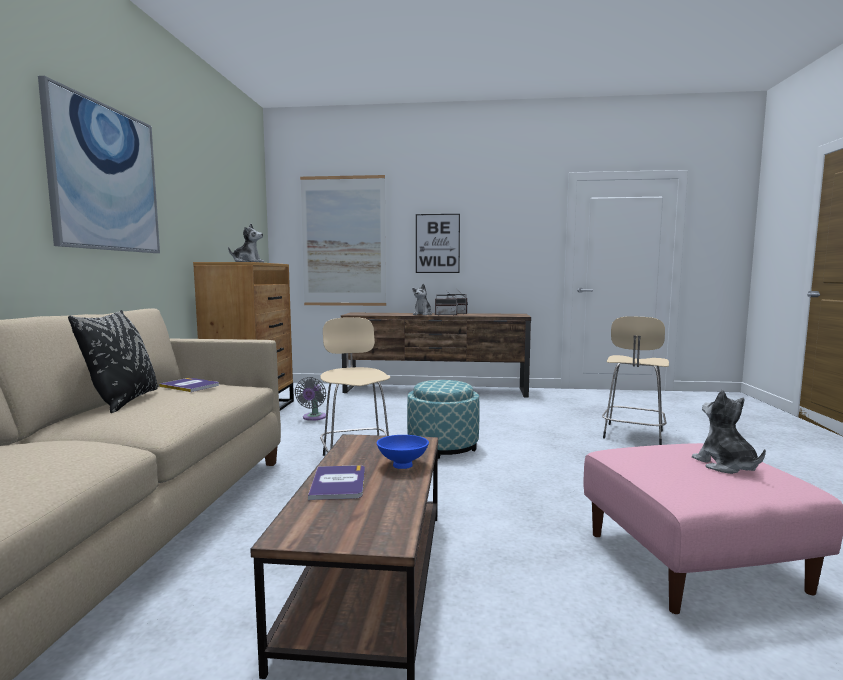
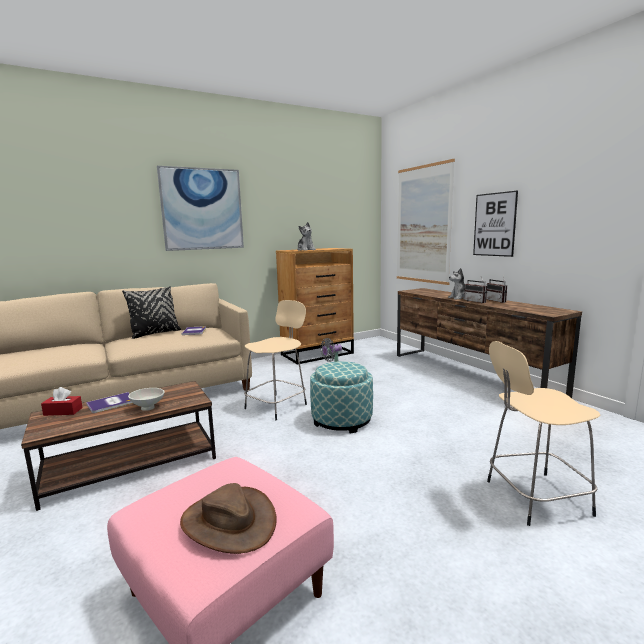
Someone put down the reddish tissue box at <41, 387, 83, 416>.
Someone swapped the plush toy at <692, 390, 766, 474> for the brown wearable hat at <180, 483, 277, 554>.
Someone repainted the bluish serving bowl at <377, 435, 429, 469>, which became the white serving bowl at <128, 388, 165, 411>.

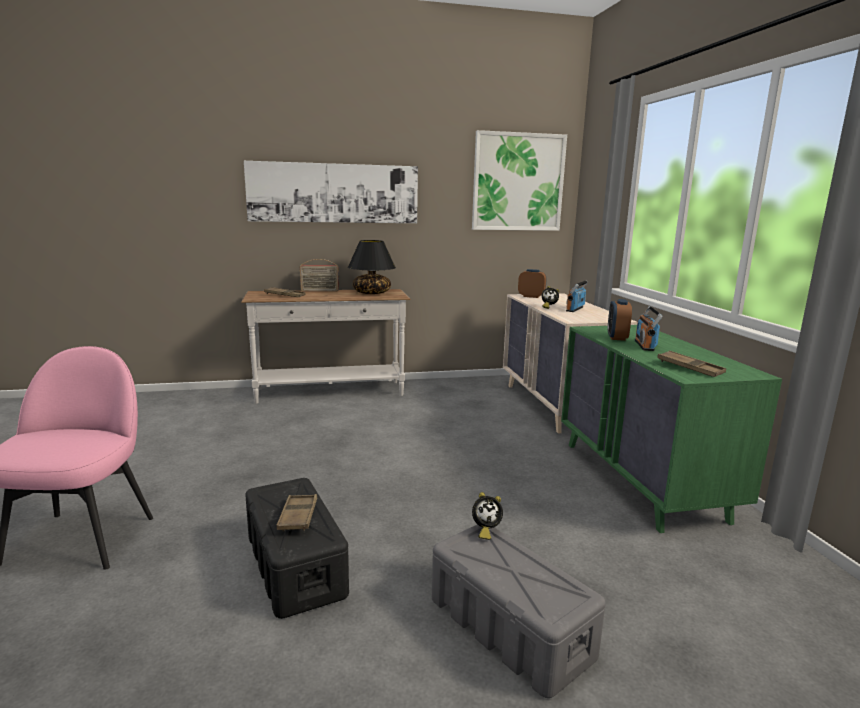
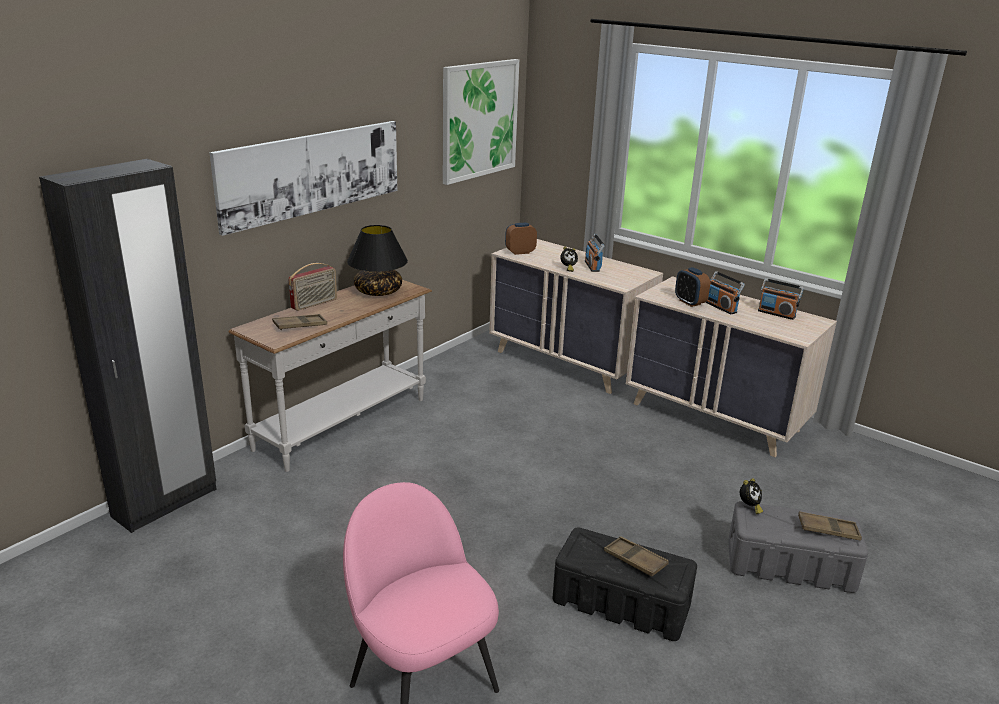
Someone put down the blackish wardrobe at <39, 159, 217, 533>.
Someone put down the radio set at <758, 278, 804, 320>.
Someone carried the brown serving tray from <657, 350, 726, 377> to <798, 511, 862, 541>.
Someone repainted the greenish drawer chest at <561, 325, 782, 533>, which became the beige-coloured drawer chest at <626, 276, 837, 457>.

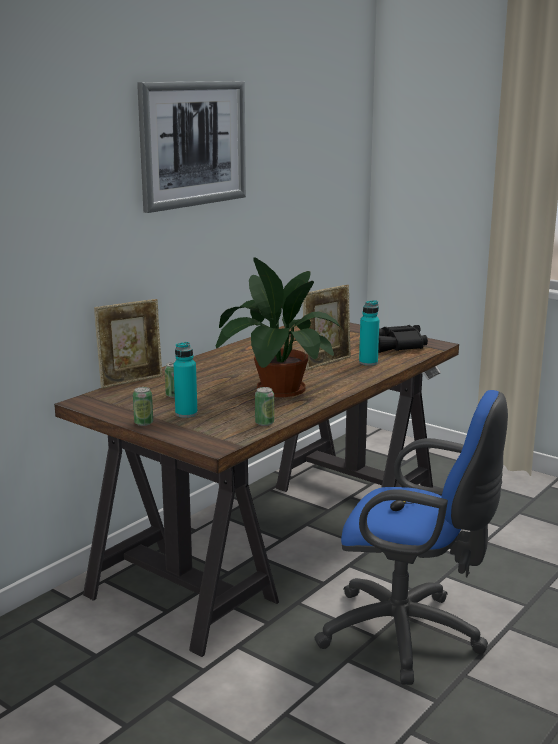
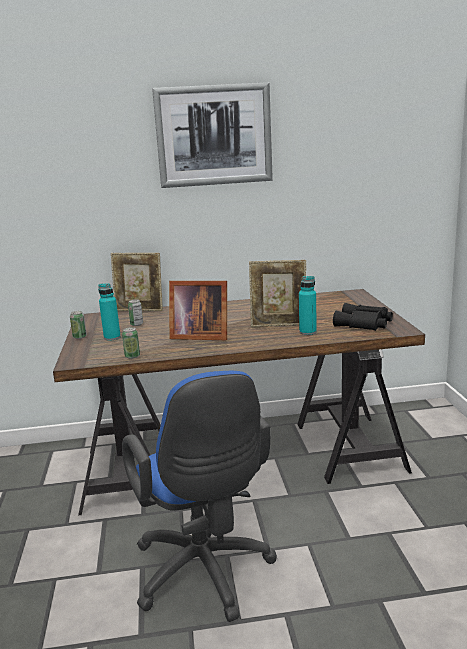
Someone swapped the potted plant at <216, 257, 345, 397> for the photo frame at <169, 281, 227, 340>.

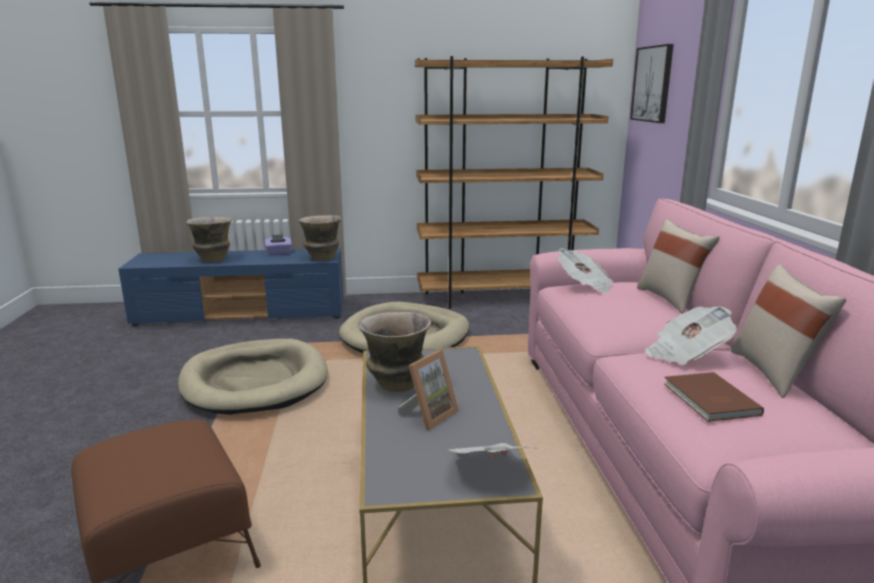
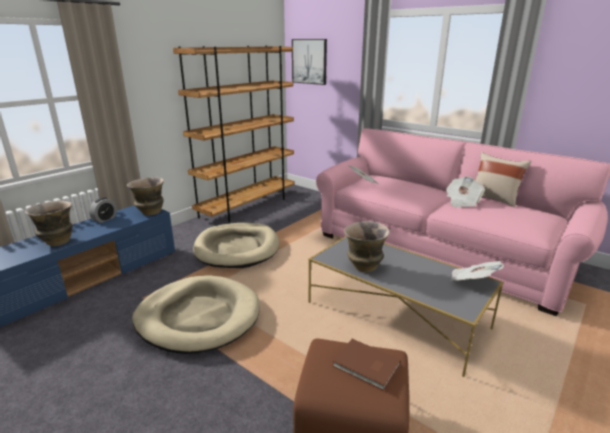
Someone took away the photo frame at <398, 350, 459, 430>.
Someone took away the beige-coloured cushion at <637, 219, 720, 314>.
Someone carried the brown bound book from <664, 372, 764, 422> to <333, 339, 401, 391>.
Someone swapped the purple tissue box at <265, 234, 292, 255> for the bedside clock at <89, 197, 117, 223>.

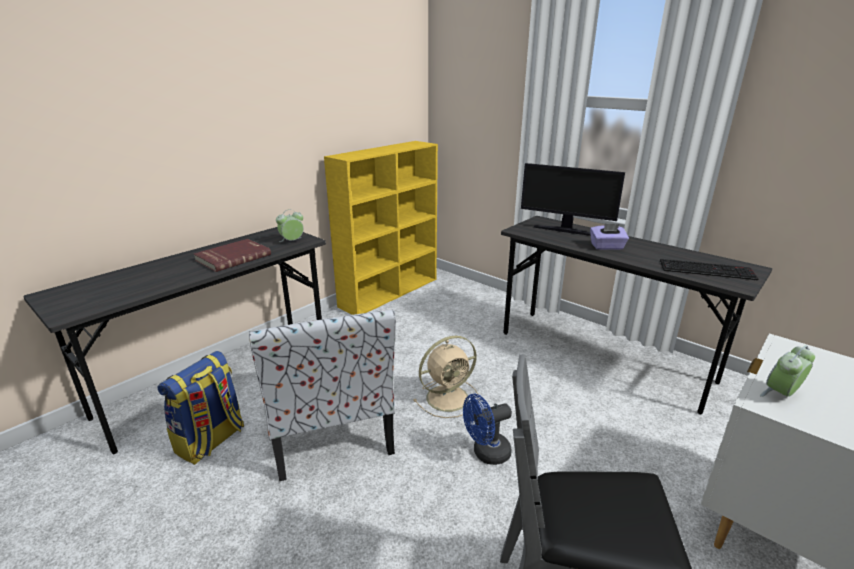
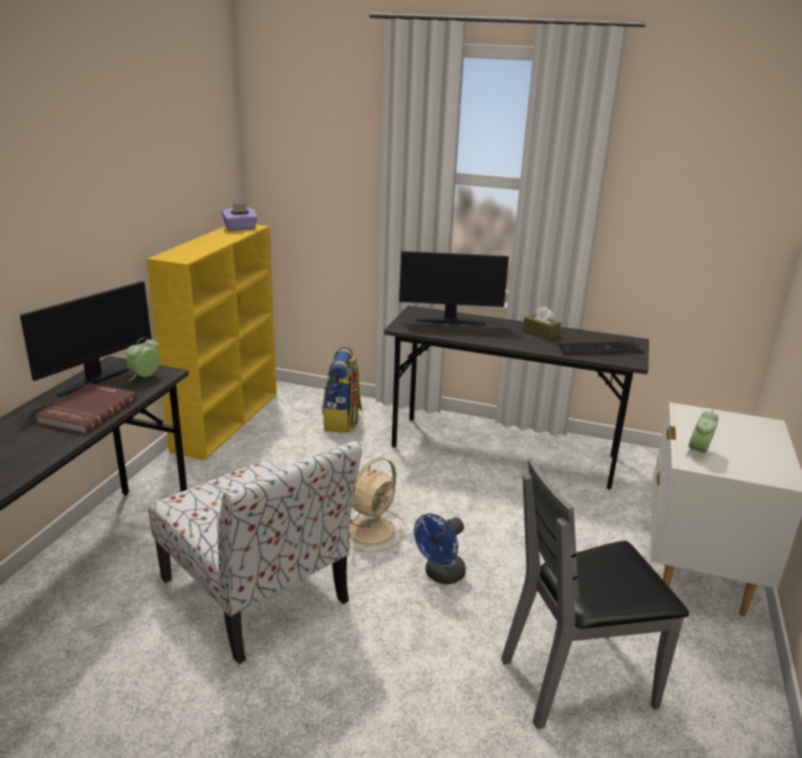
Someone put down the monitor at <20, 281, 152, 397>.
Someone put down the brown tissue box at <523, 306, 561, 340>.
Someone carried the rucksack from <158, 351, 244, 465> to <322, 347, 362, 433>.
Someone carried the purple tissue box from <590, 224, 629, 250> to <222, 204, 258, 231>.

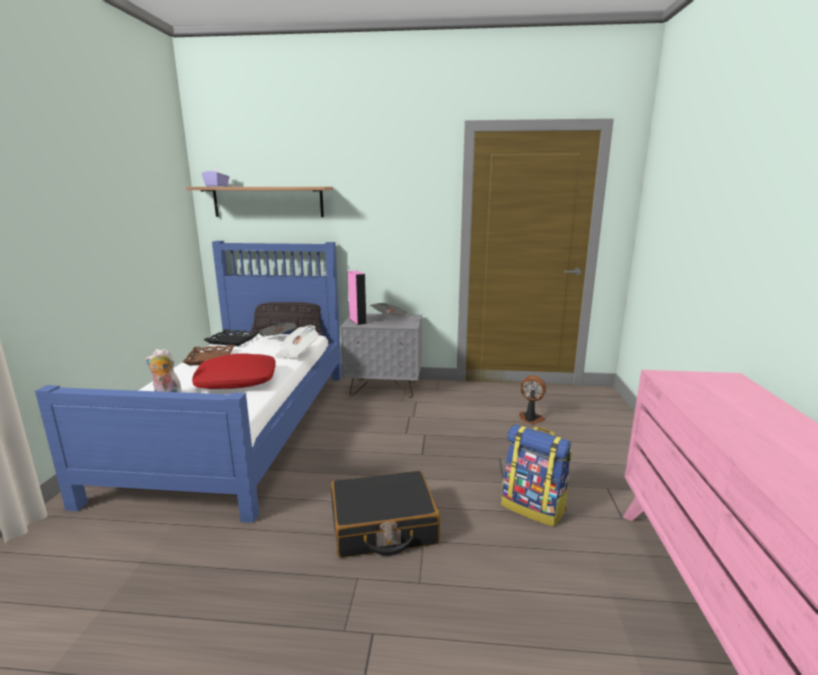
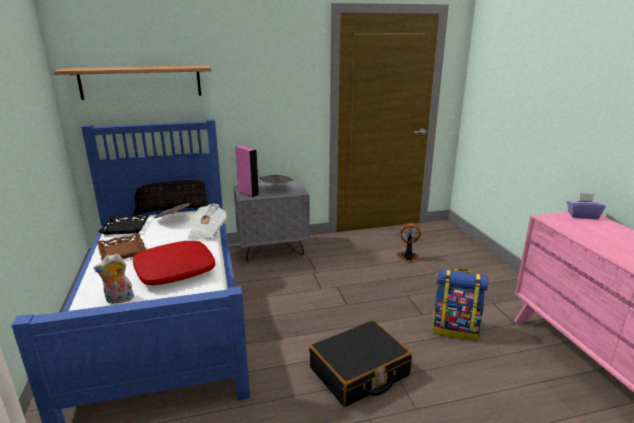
Someone carried the purple tissue box from <202, 167, 229, 187> to <567, 193, 606, 219>.

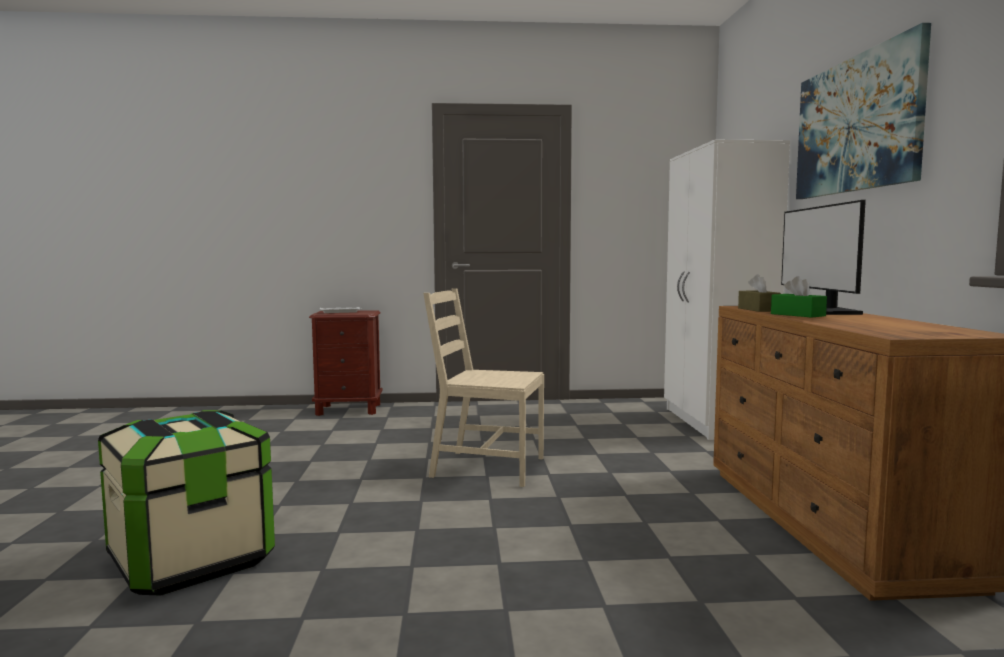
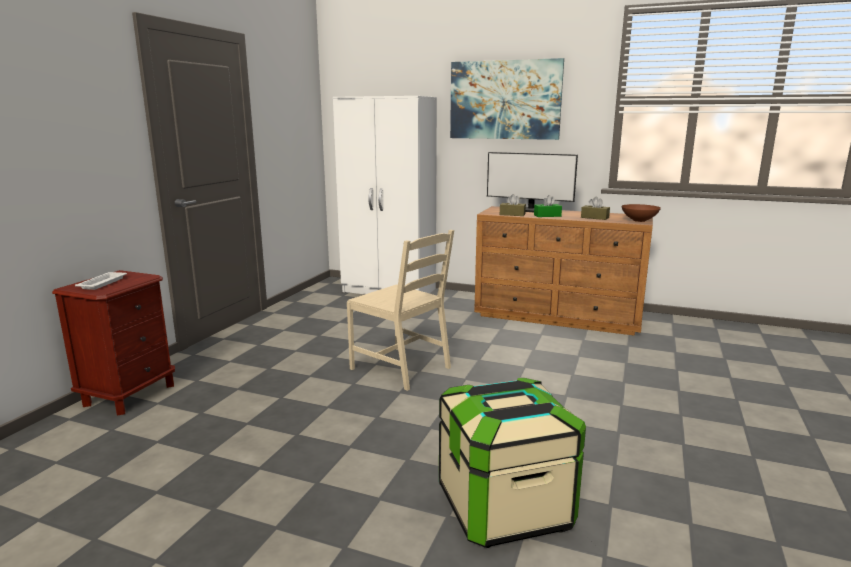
Someone put down the brown tissue box at <581, 197, 610, 220>.
Someone put down the brown serving bowl at <621, 204, 661, 222>.
Someone rotated the beige-coloured chair at <423, 288, 544, 487> by 90 degrees counterclockwise.

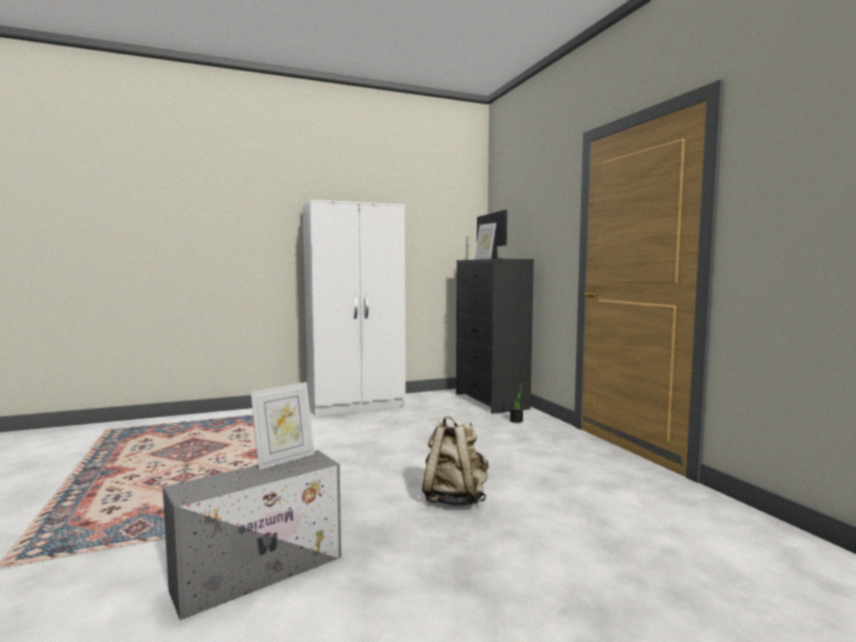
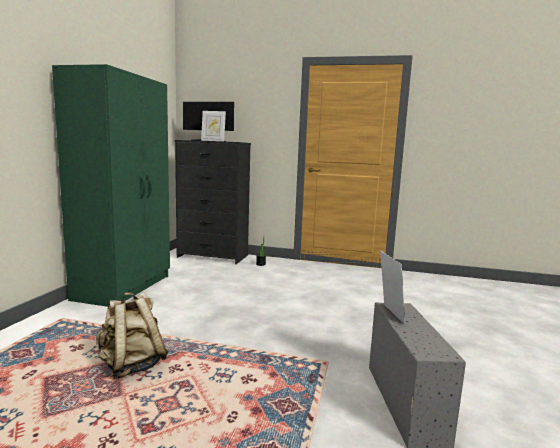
Someone carried the beige-coloured rucksack from <422, 416, 489, 506> to <96, 292, 169, 378>.
Someone repainted the white wardrobe at <303, 200, 406, 416>, which became the greenish wardrobe at <52, 64, 170, 307>.

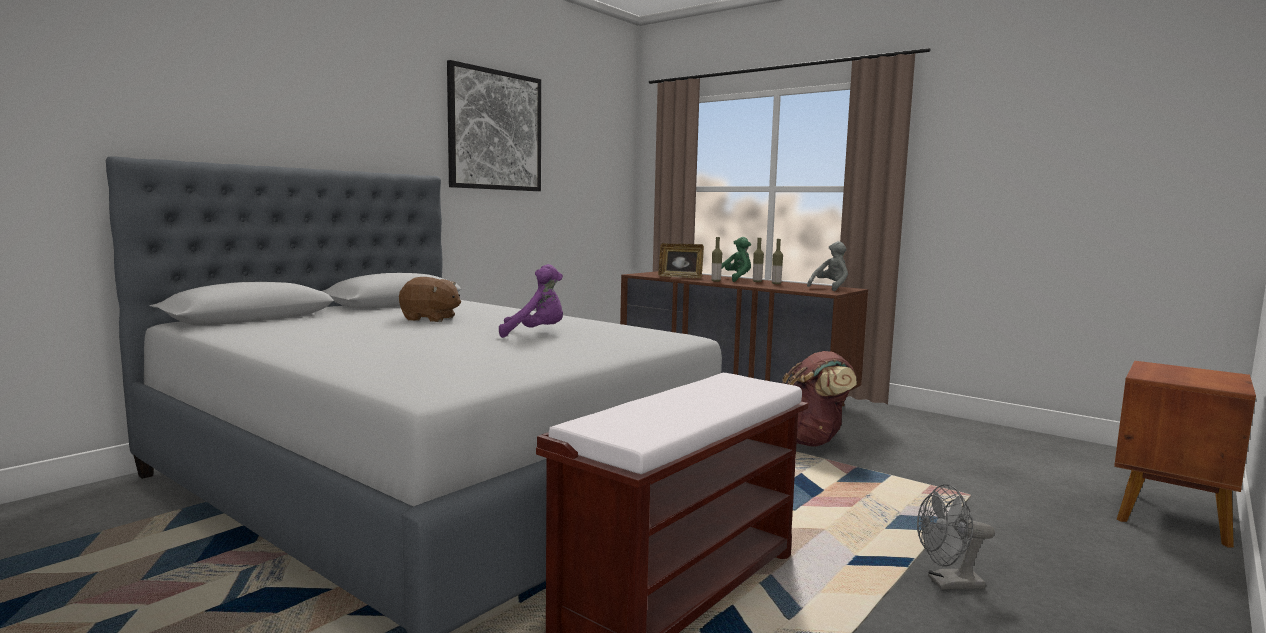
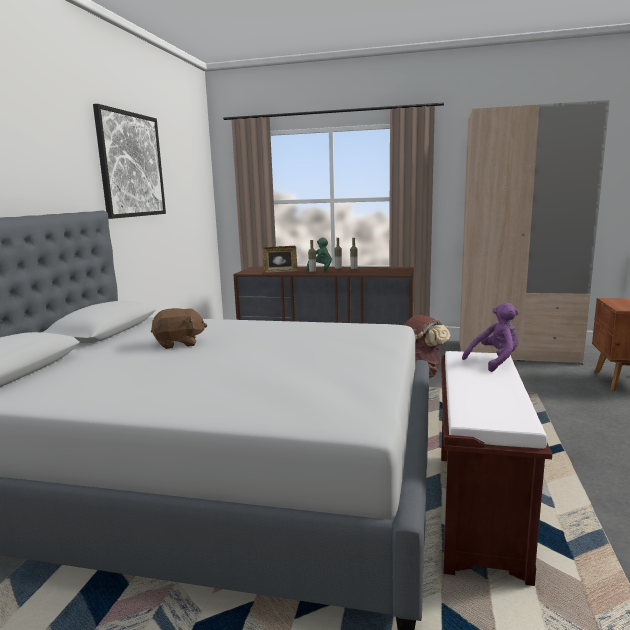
Someone took away the greyish plush toy at <807, 241, 848, 291>.
Someone took away the greyish fan at <917, 484, 995, 589>.
Someone put down the beige-coloured wardrobe at <459, 100, 610, 365>.
Someone carried the purple plush toy from <499, 264, 563, 338> to <462, 303, 519, 372>.

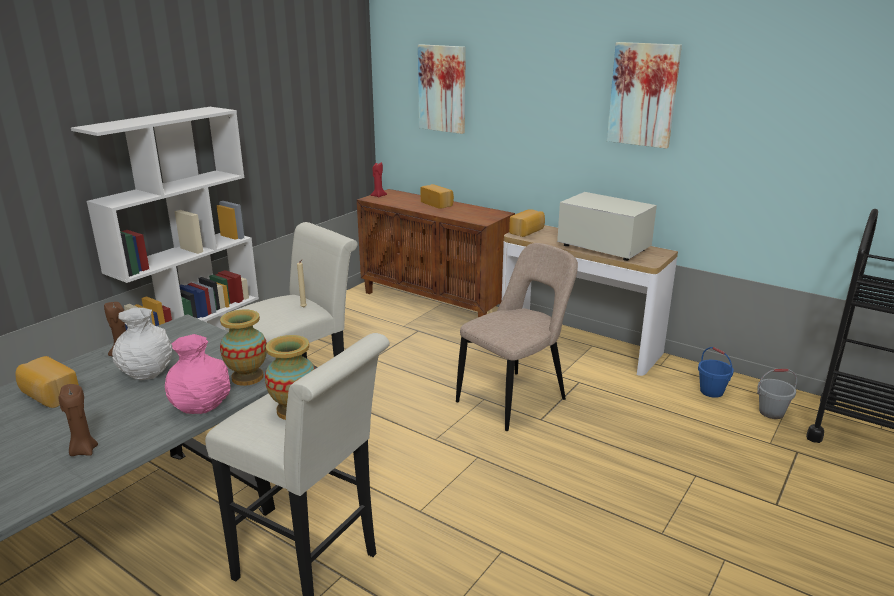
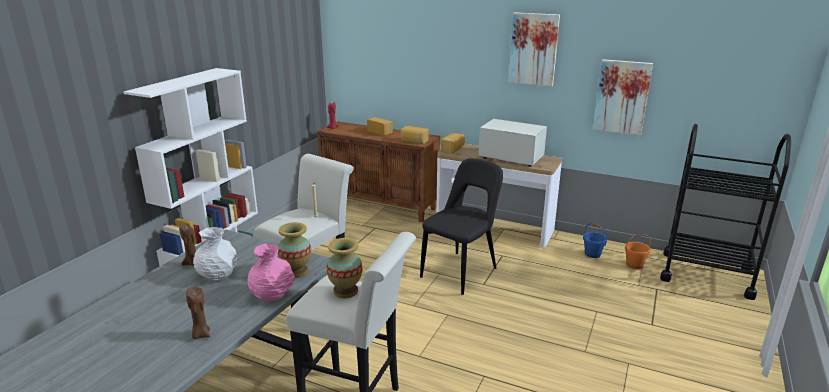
Someone carried the baked bread from <15, 356, 79, 408> to <401, 126, 429, 144>.
Someone carried the picture from <418, 44, 466, 134> to <593, 59, 653, 135>.
Someone repainted the beige-coloured chair at <456, 243, 578, 431>, which became the blackish chair at <420, 158, 503, 295>.
Someone repainted the greyish pail at <757, 369, 797, 419>, which became the orange-coloured pail at <625, 234, 651, 269>.

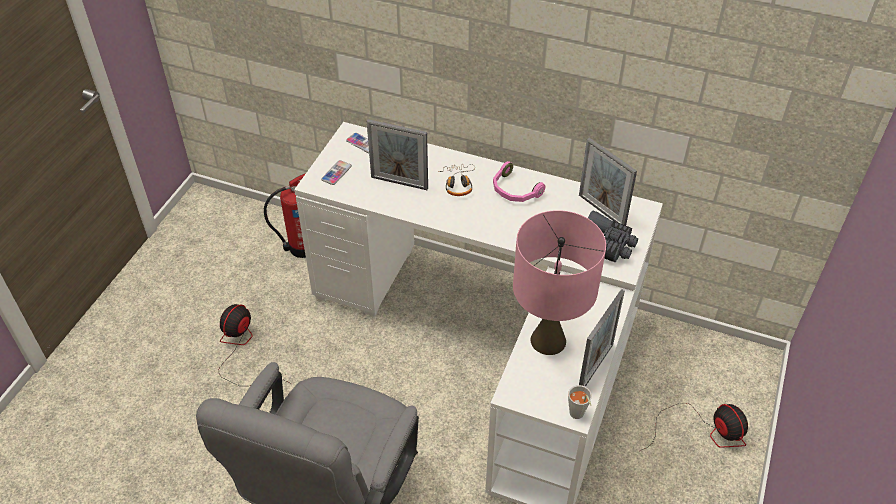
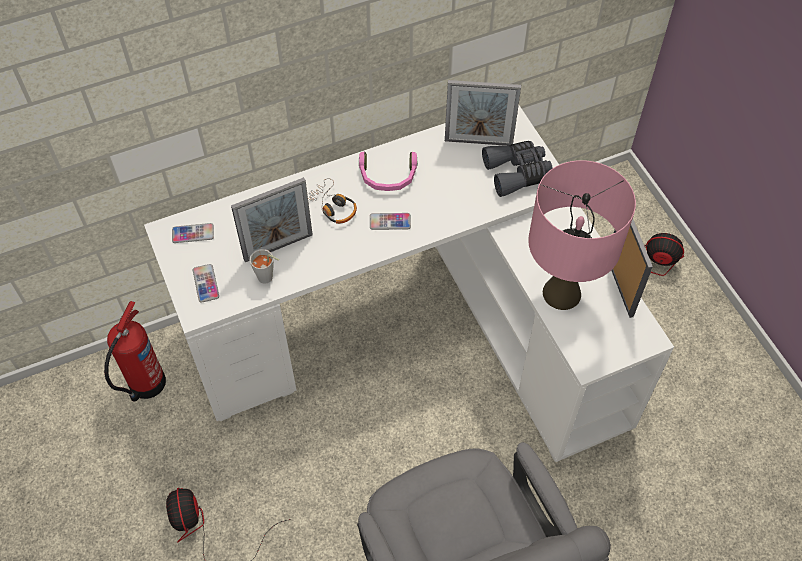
Someone put down the telephone at <370, 213, 411, 230>.
Someone carried the greyish cup from <568, 385, 592, 419> to <250, 249, 279, 284>.

